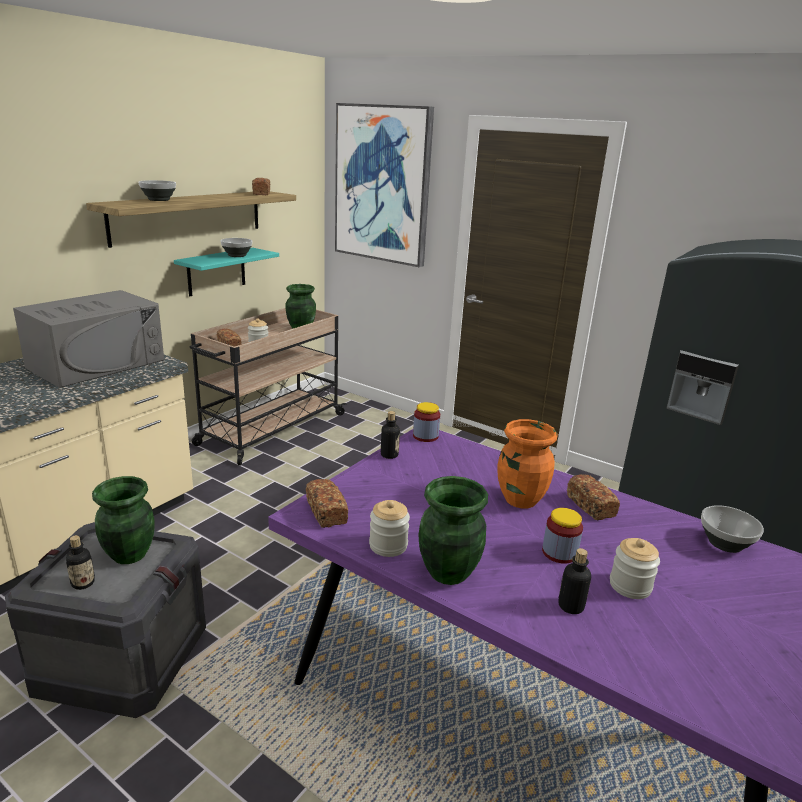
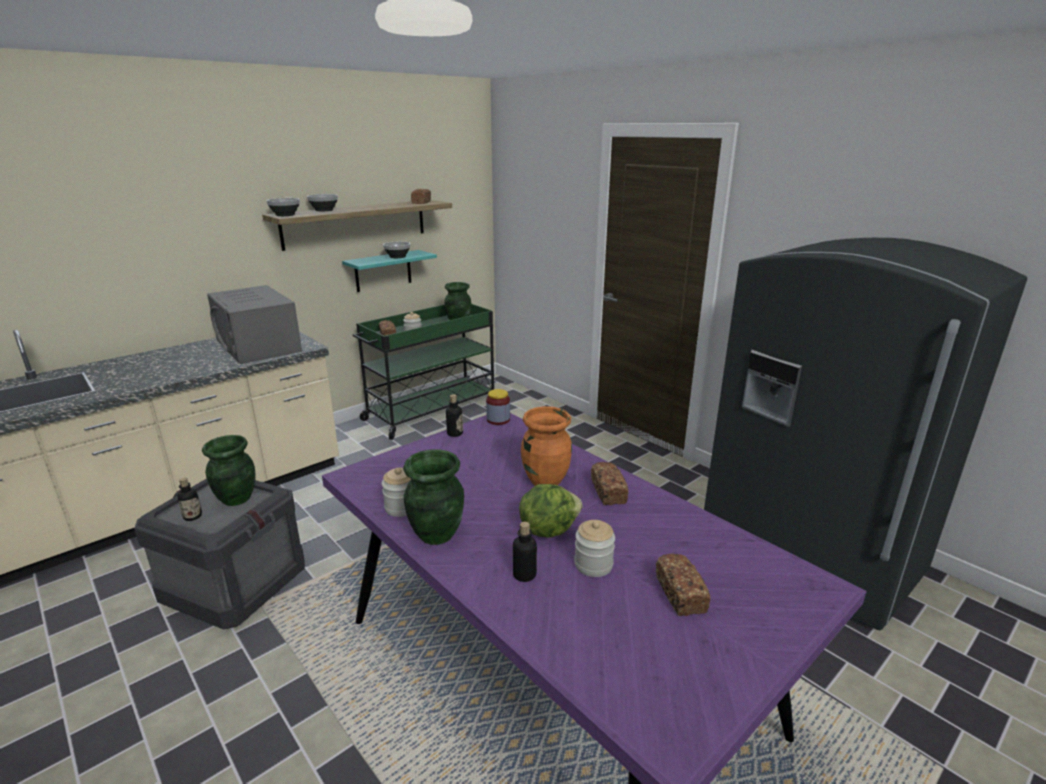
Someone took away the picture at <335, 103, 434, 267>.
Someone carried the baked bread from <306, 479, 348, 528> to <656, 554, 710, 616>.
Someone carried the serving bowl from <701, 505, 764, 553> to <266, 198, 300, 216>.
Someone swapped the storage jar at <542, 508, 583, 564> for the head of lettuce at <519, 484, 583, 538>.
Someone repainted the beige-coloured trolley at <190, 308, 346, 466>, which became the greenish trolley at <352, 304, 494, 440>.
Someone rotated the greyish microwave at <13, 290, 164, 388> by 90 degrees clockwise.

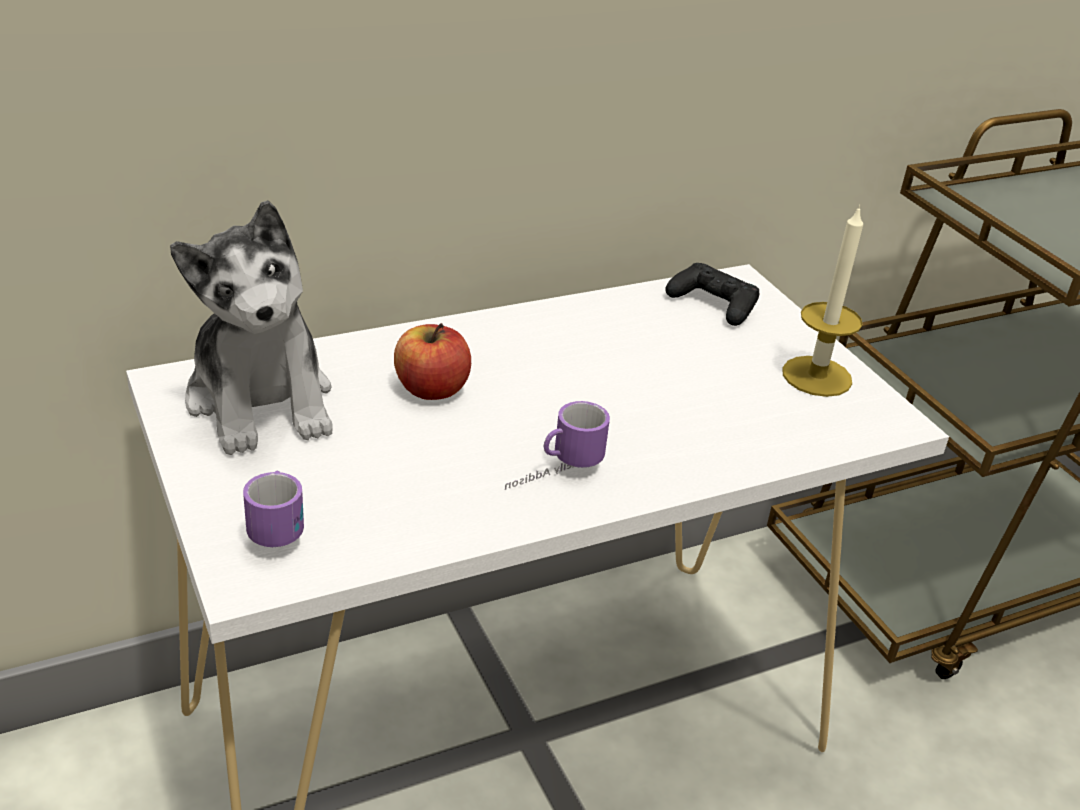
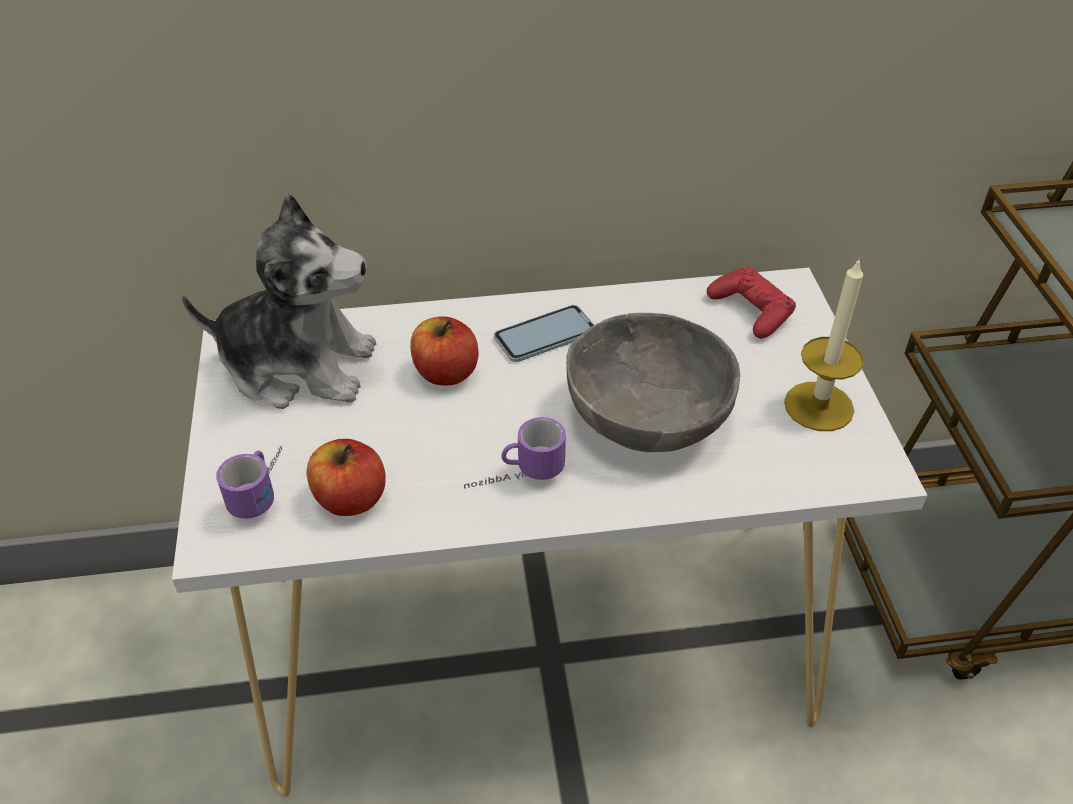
Someone put down the apple fruit at <306, 439, 386, 516>.
Someone put down the telephone at <494, 305, 594, 362>.
Someone put down the greyish serving bowl at <566, 313, 740, 452>.
Someone repainted the blackish game controller at <665, 263, 760, 326>, which became the reddish game controller at <707, 267, 796, 339>.
Someone rotated the plush toy at <170, 200, 333, 455> by 75 degrees counterclockwise.

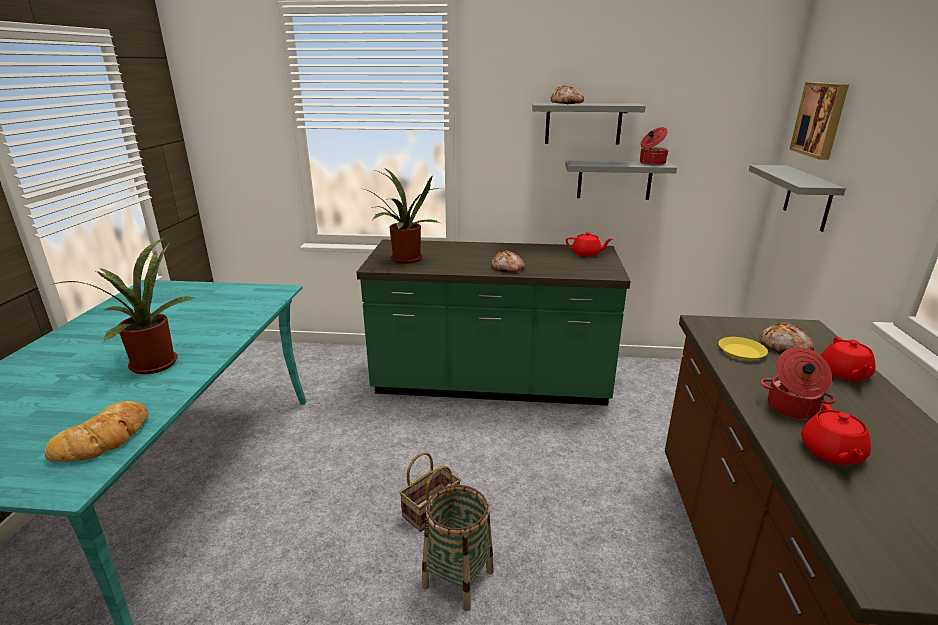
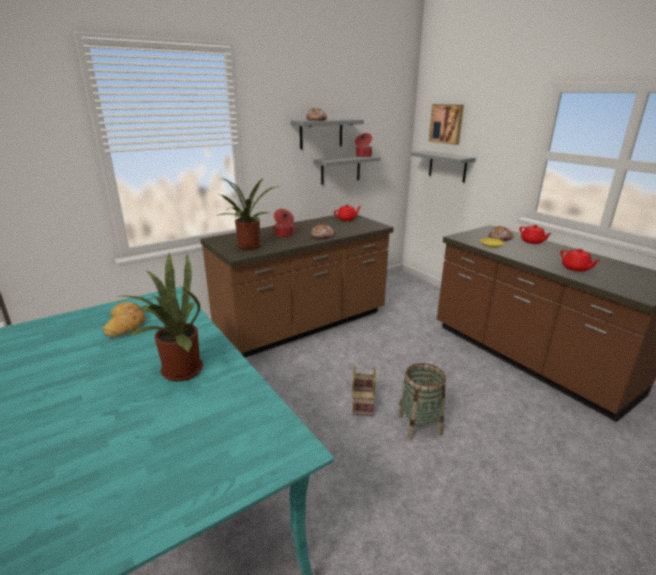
Someone carried the baked bread from <45, 401, 148, 462> to <103, 302, 145, 338>.
Someone carried the saucepot from <760, 347, 836, 420> to <270, 209, 297, 238>.
Someone repainted the greenish kitchen counter at <357, 240, 630, 406>, which became the brown kitchen counter at <200, 215, 393, 357>.

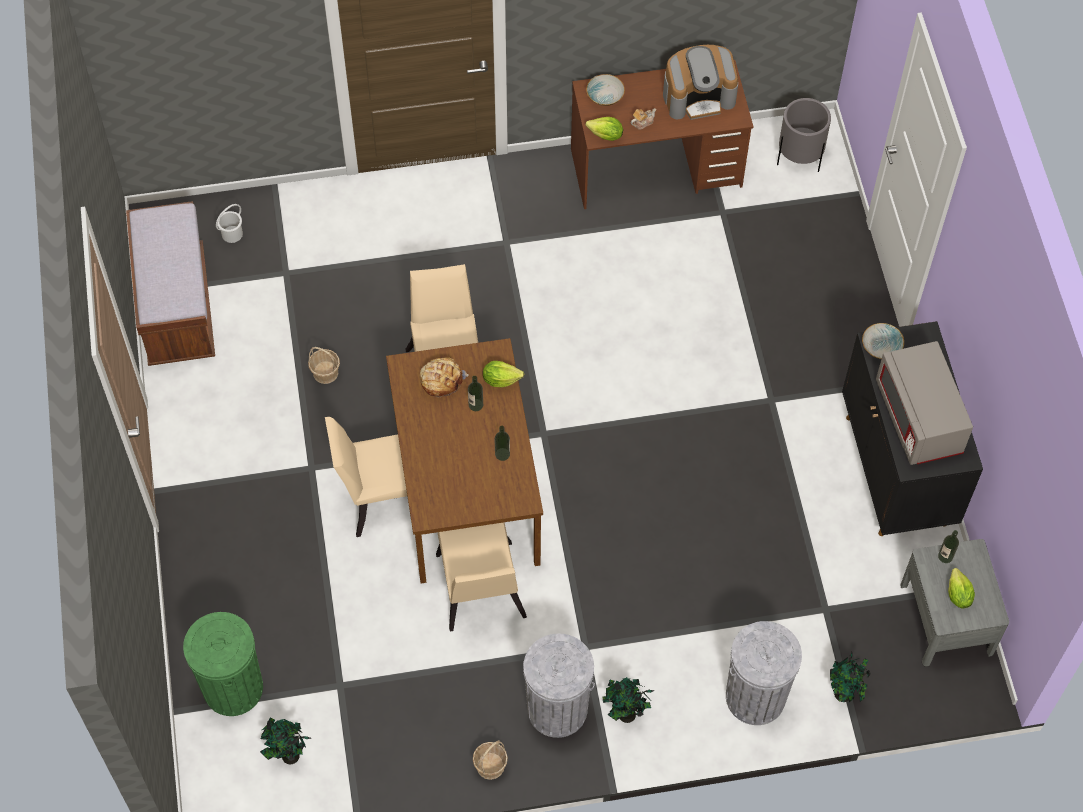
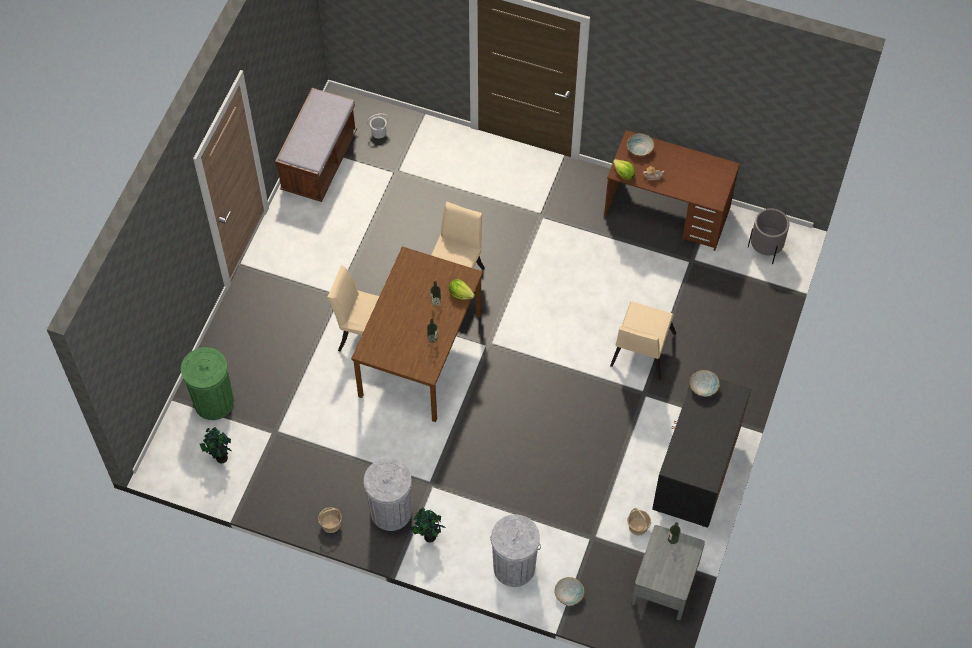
Someone took away the baked bread at <420, 358, 469, 397>.
Someone took away the coffee maker at <663, 45, 738, 120>.
Someone took away the greyish microwave at <876, 341, 973, 465>.
Someone took away the head of lettuce at <948, 568, 975, 609>.
Someone carried the household basket from <308, 347, 340, 384> to <628, 508, 651, 535>.
Someone carried the beige-coloured chair from <436, 522, 527, 631> to <610, 301, 676, 380>.
Someone swapped the potted plant at <830, 652, 871, 703> for the serving bowl at <554, 577, 584, 605>.

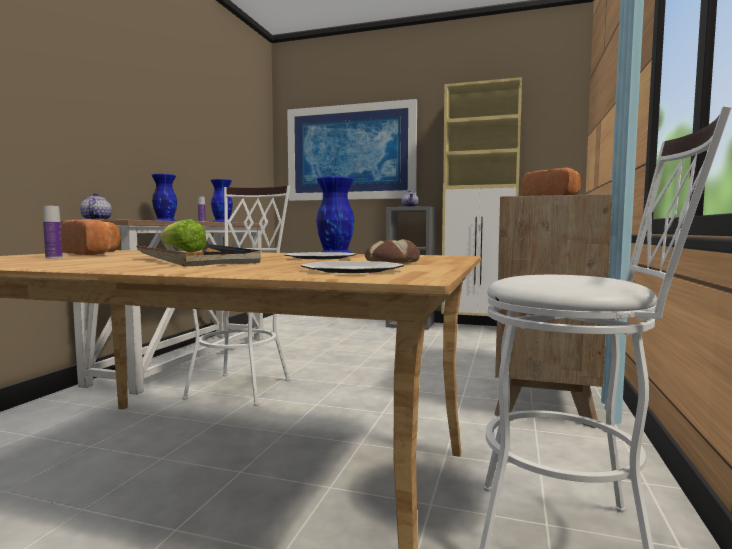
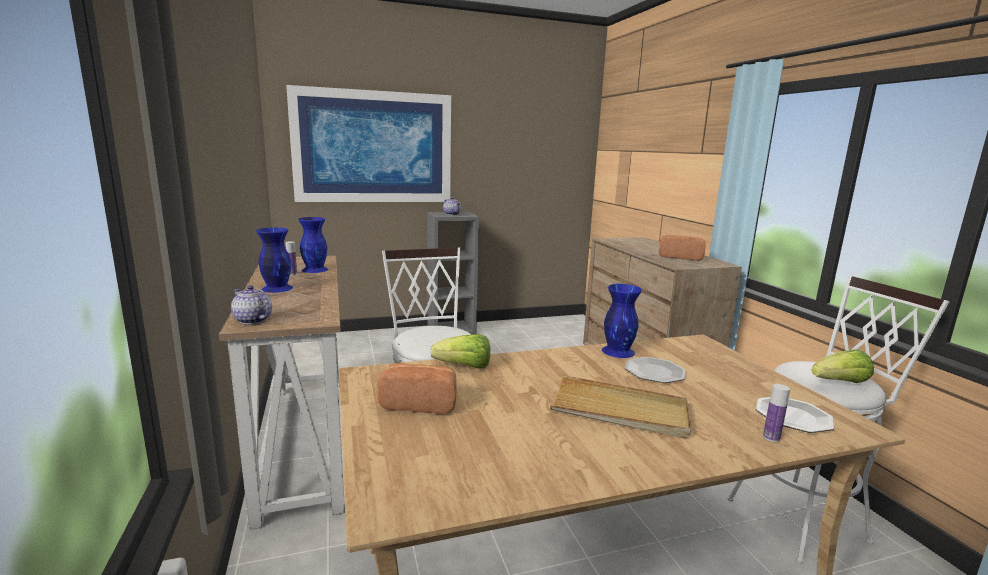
Someone took away the baked bread at <365, 239, 420, 263>.
Someone took away the beige-coloured cabinet at <441, 77, 522, 321>.
Someone put down the head of lettuce at <812, 349, 874, 383>.
Someone carried the bottle from <43, 206, 63, 259> to <763, 384, 790, 442>.
Someone repainted the blackish serving tray at <137, 244, 261, 267>, which became the beige-coloured serving tray at <550, 375, 691, 439>.

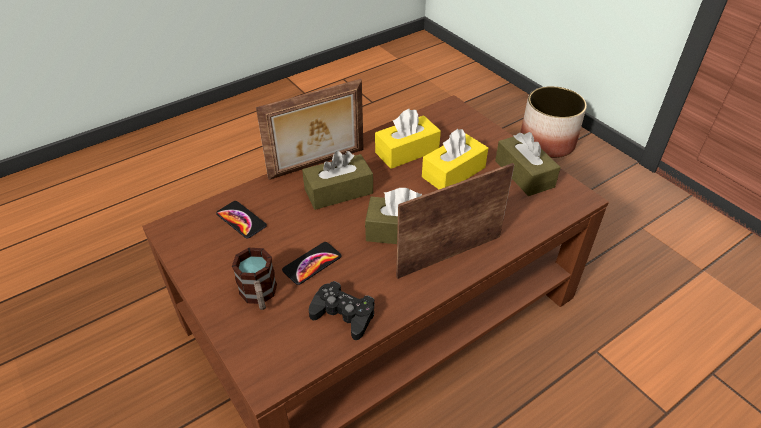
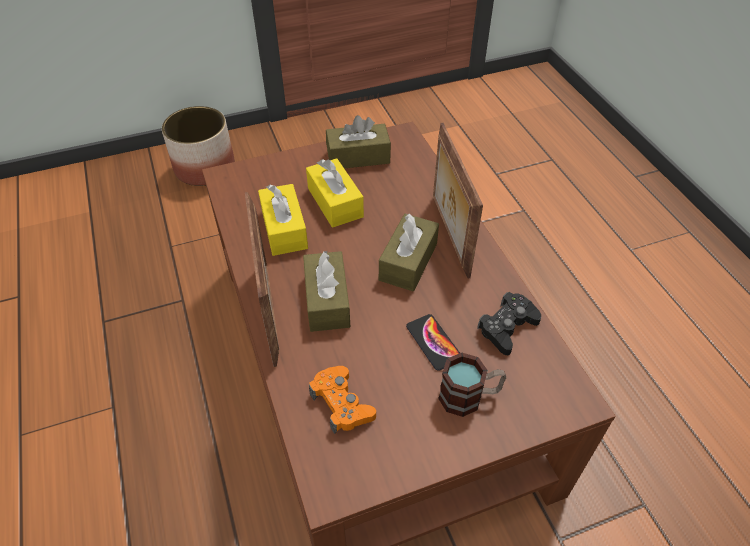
Someone swapped the telephone at <216, 201, 267, 239> for the orange-coloured game controller at <309, 366, 376, 434>.

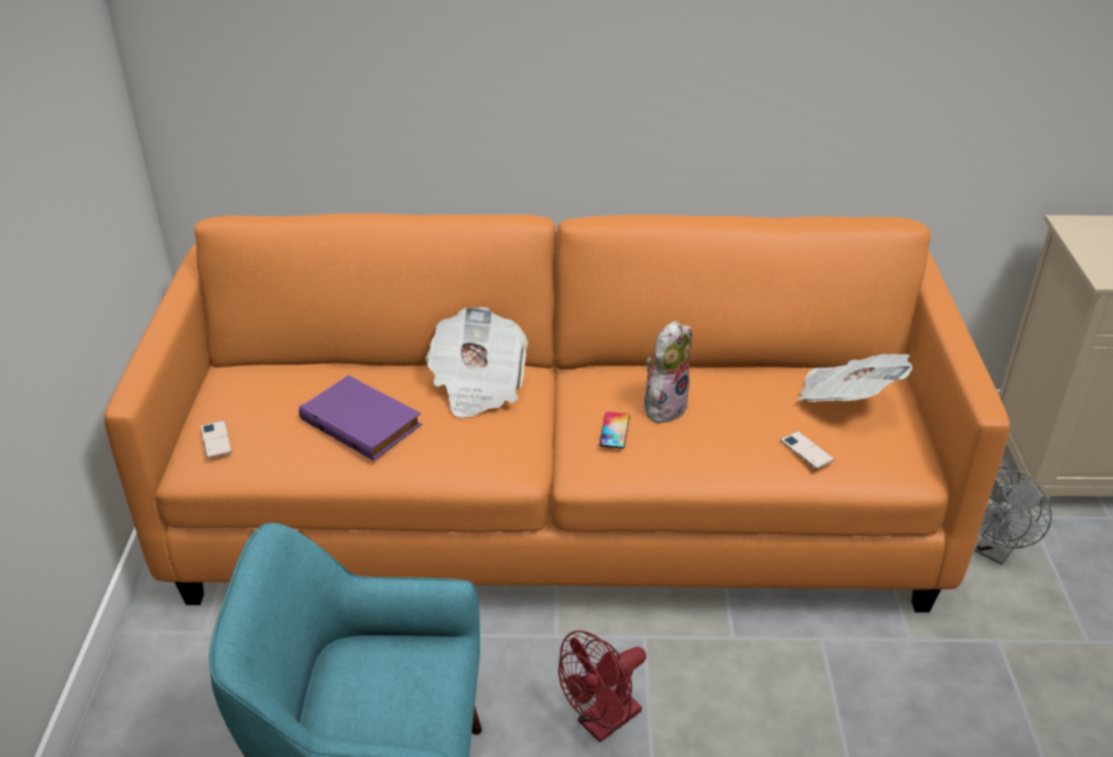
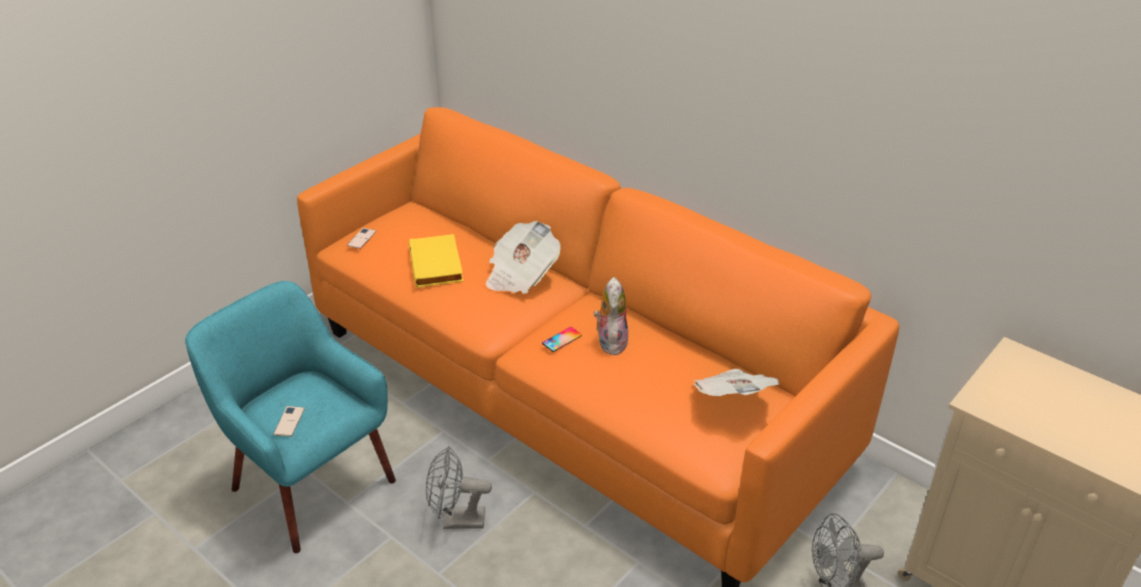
Someone carried the telephone from <780, 431, 834, 469> to <273, 406, 305, 437>.
Someone repainted the purple bound book at <299, 375, 422, 460>, which became the yellow bound book at <409, 234, 464, 288>.
Someone repainted the reddish fan at <558, 630, 646, 742>, which became the greyish fan at <426, 446, 492, 529>.
Someone rotated the plush toy at <644, 321, 692, 423> by 75 degrees counterclockwise.

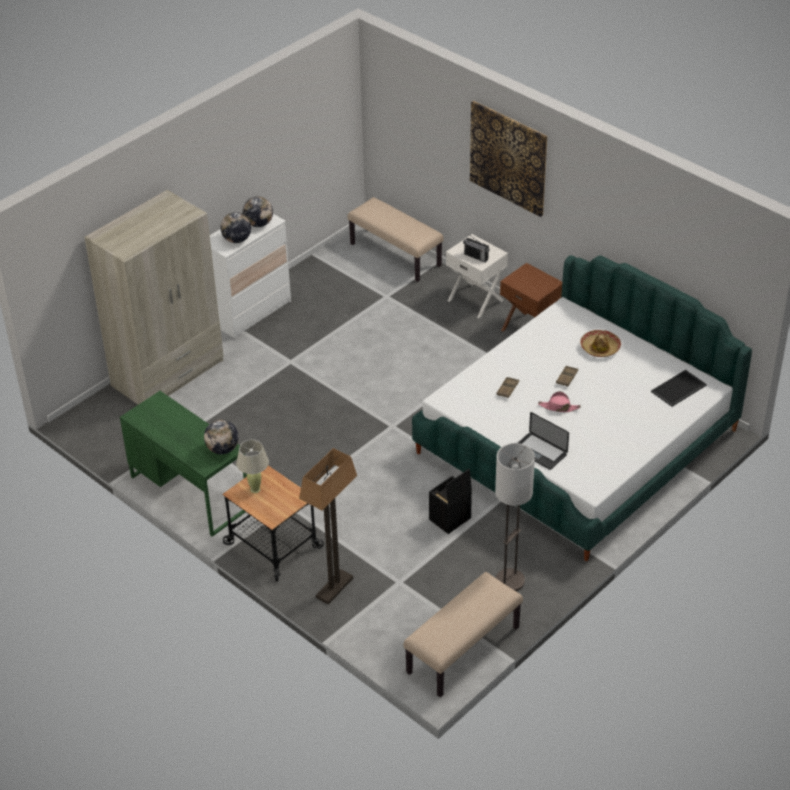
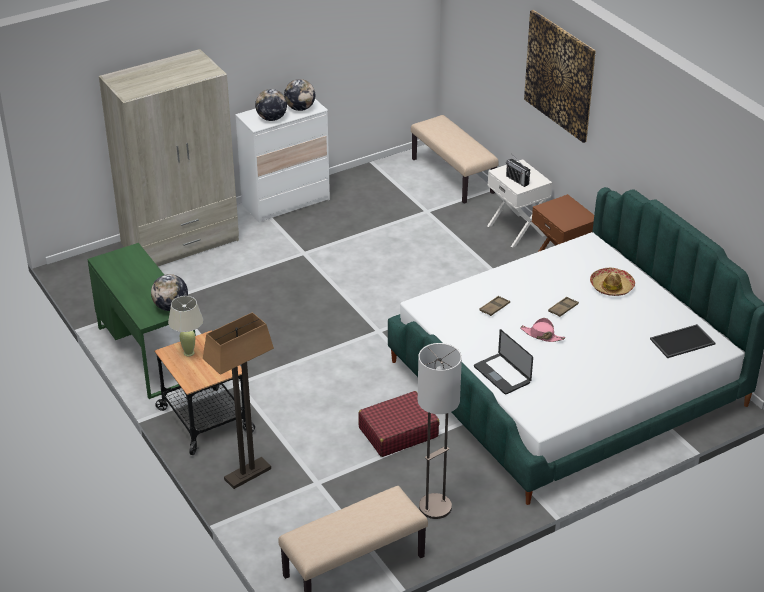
Someone swapped the blackish storage bin at <429, 469, 472, 534> for the reddish travel case at <358, 391, 439, 457>.

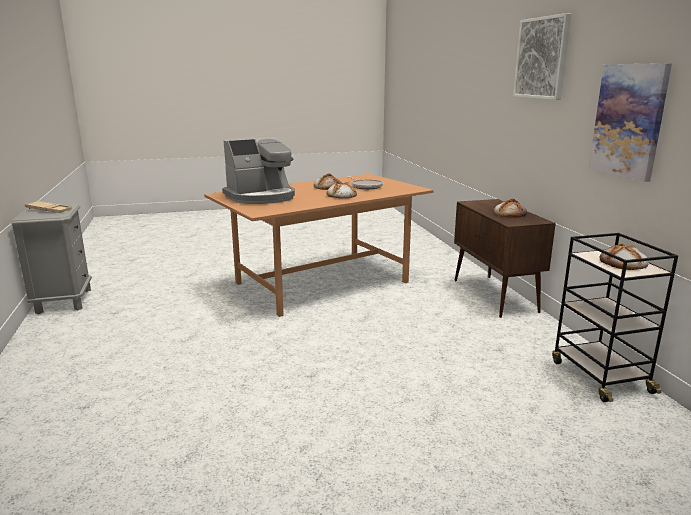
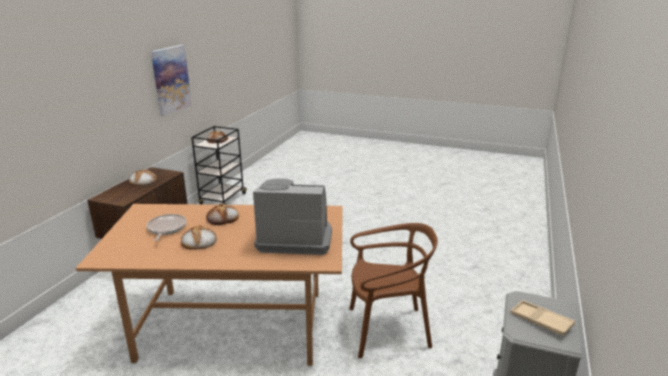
Someone took away the picture at <513, 13, 572, 100>.
Someone put down the brown chair at <349, 223, 438, 358>.

